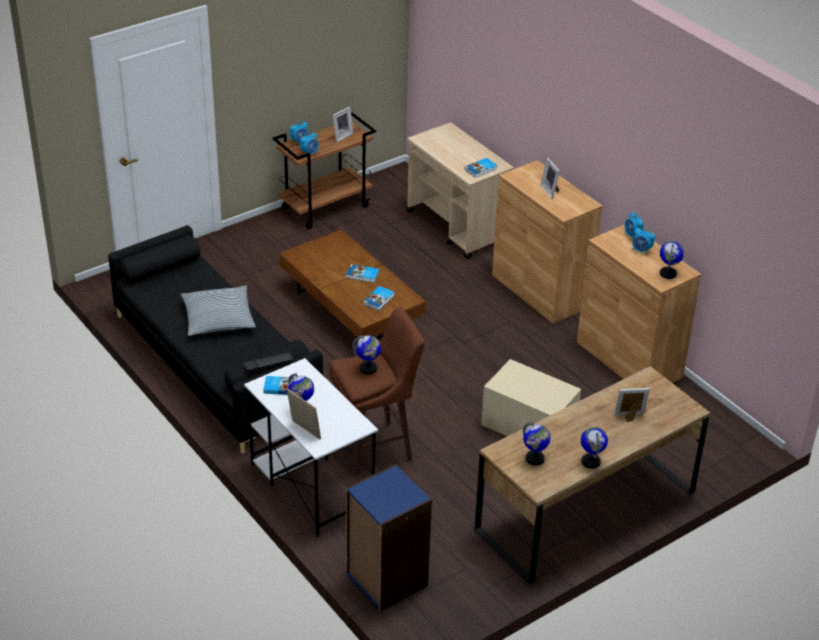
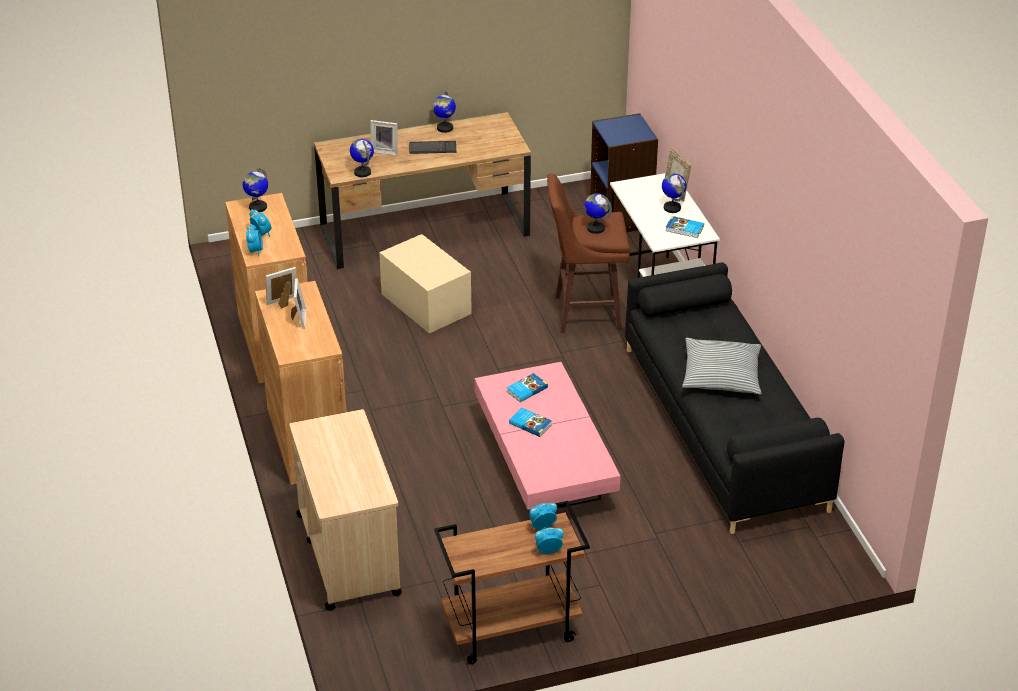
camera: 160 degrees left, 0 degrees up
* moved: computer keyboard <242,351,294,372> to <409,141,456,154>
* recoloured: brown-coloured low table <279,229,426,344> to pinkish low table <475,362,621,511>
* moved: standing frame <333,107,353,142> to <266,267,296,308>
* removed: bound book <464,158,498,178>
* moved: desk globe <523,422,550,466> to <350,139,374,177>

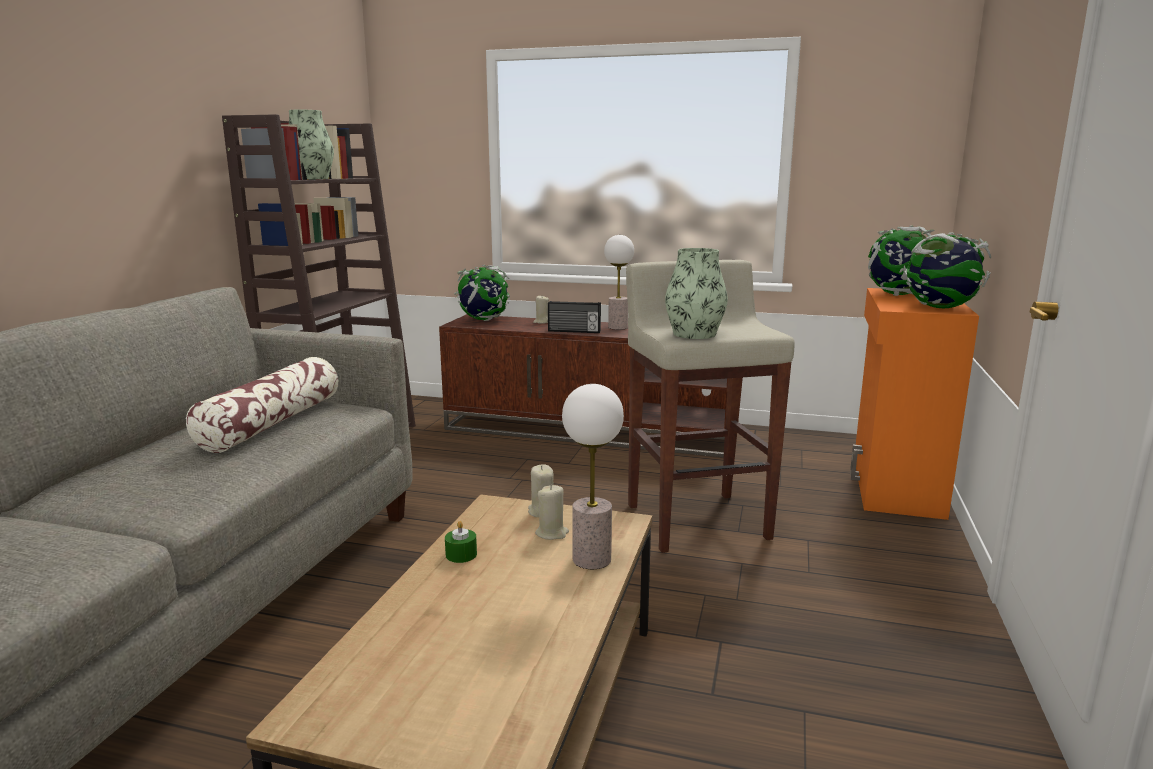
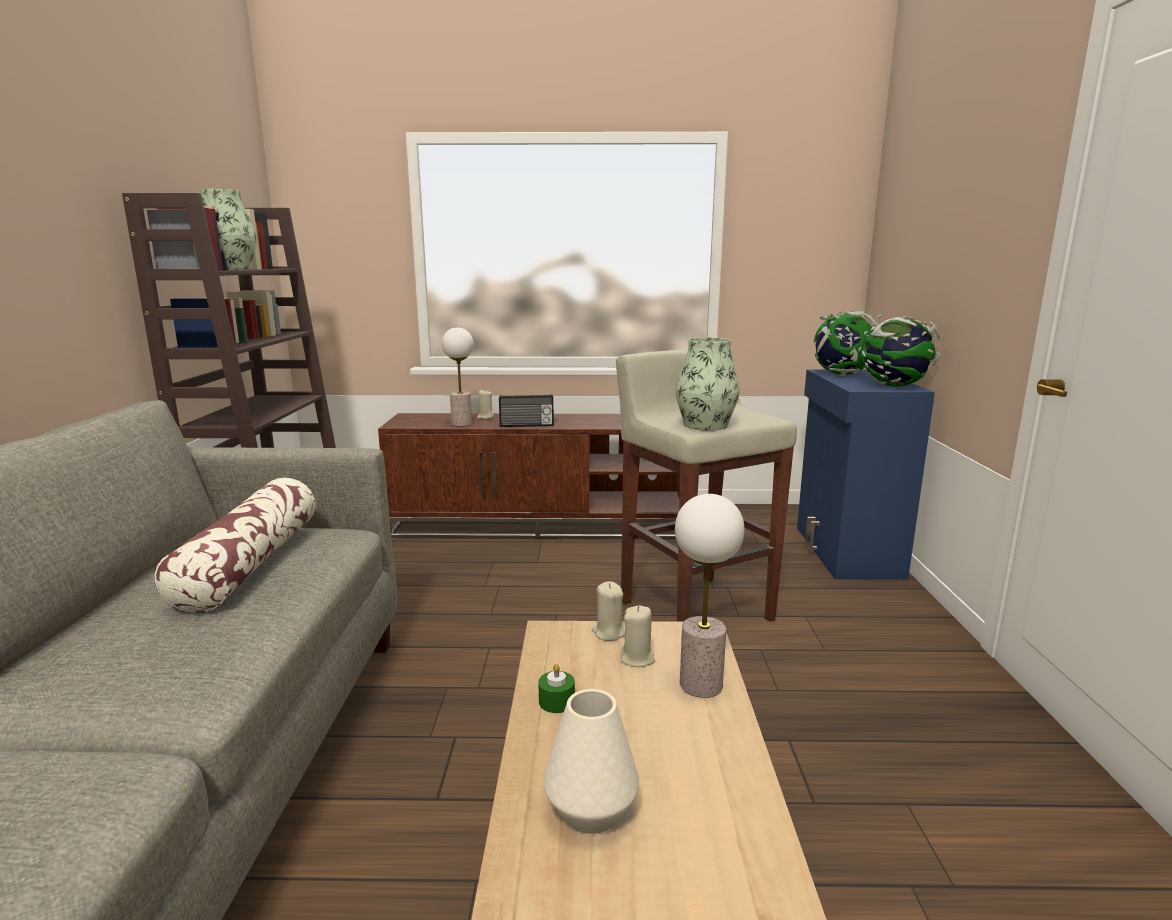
camera: 15 degrees left, 0 degrees up
* removed: desk globe <454,265,510,321>
* moved: lamp for a table <604,235,634,330> to <442,327,474,426>
* recoloured: orangey cabinet <850,288,979,520> to blue-coloured cabinet <797,369,935,580>
* added: whitish flower vase <544,689,639,834>

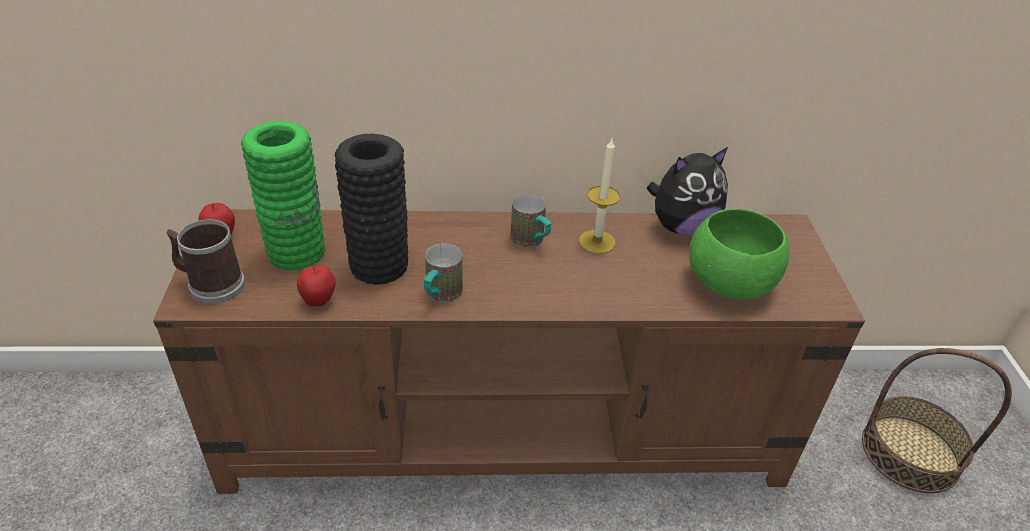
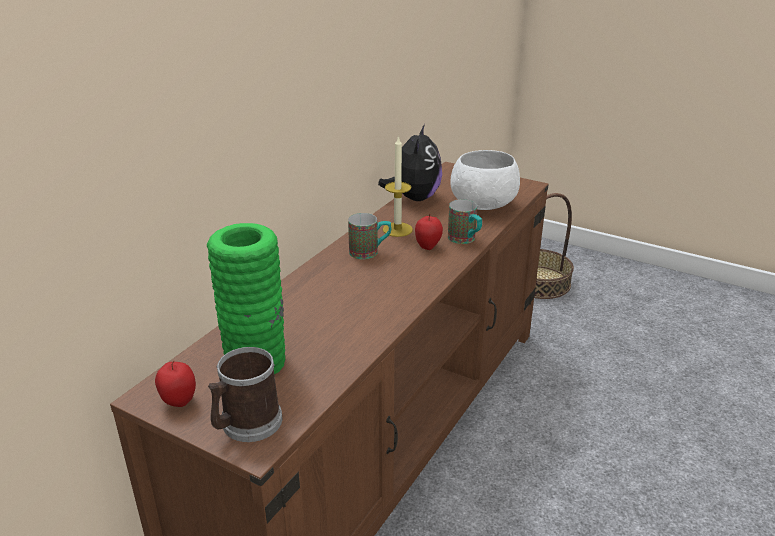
camera: 55 degrees left, 10 degrees down
* moved: apple <297,265,336,307> to <415,215,443,250>
* removed: blackish flower vase <335,134,408,285>
* moved: coffee mug <424,243,463,303> to <448,199,482,244>
* recoloured: green bowl <689,209,789,300> to whitish bowl <450,150,520,210>

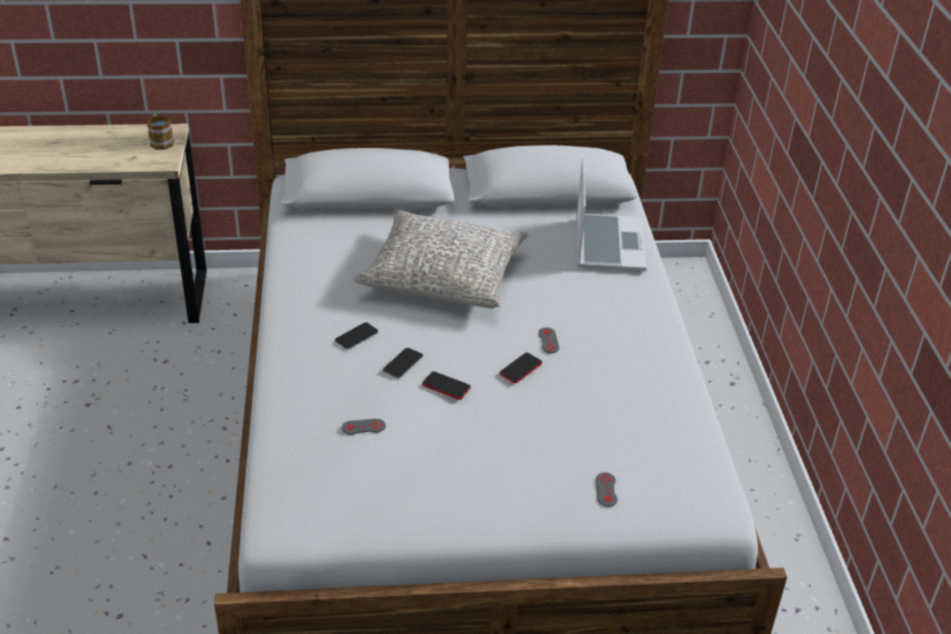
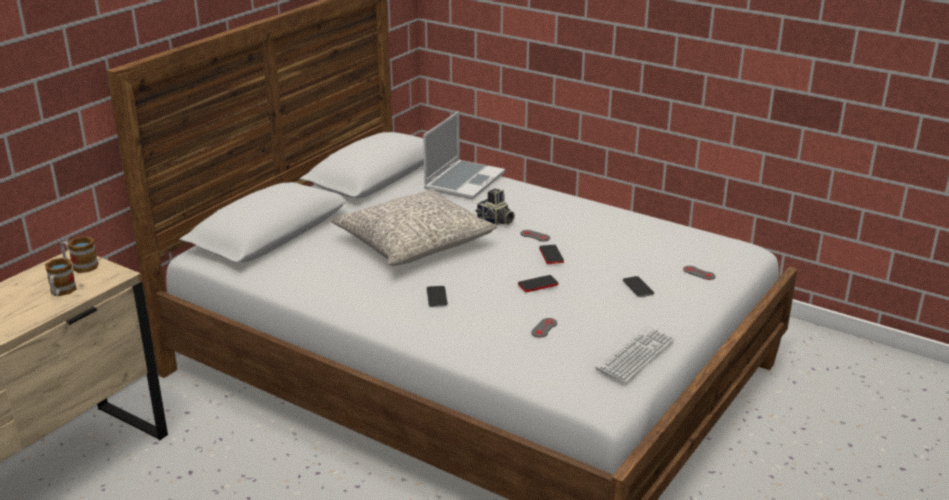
camera: 50 degrees left, 10 degrees down
* moved: handset <383,348,423,378> to <623,276,654,297>
* turned: notebook computer <576,158,647,271> = <423,111,505,199> 75 degrees clockwise
* added: coffee mug <45,258,77,296>
* added: photo camera <475,189,515,225>
* added: computer keyboard <595,325,674,383>

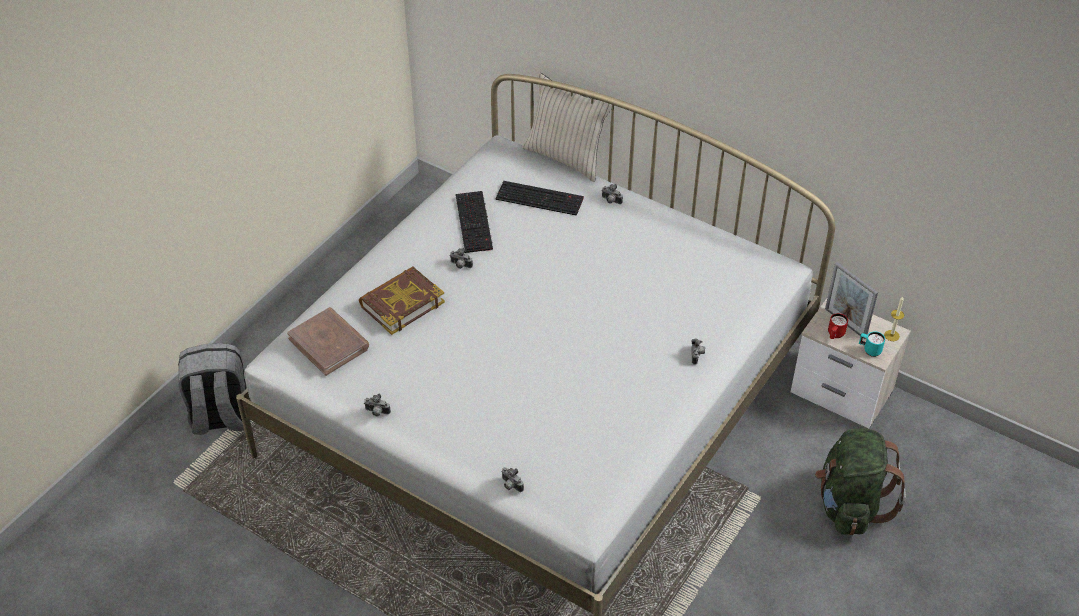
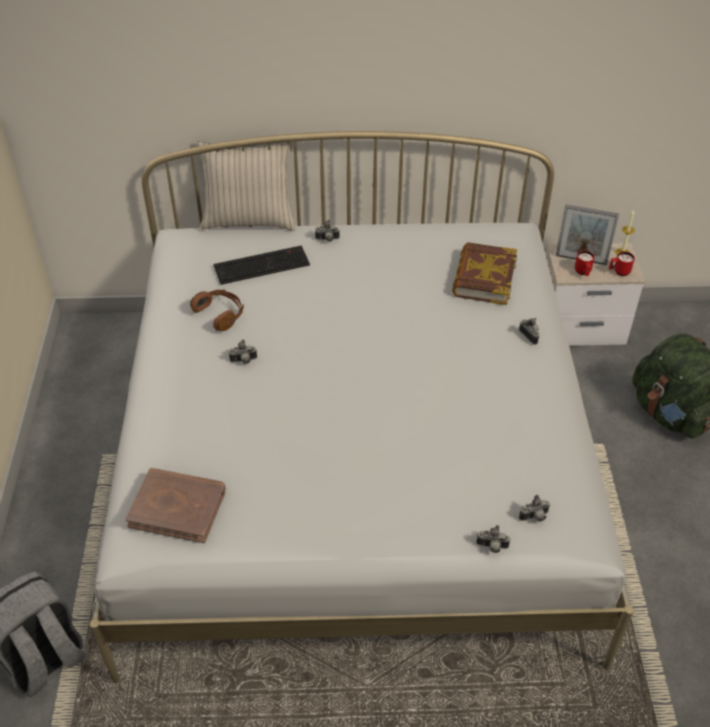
camera: 35 degrees left, 0 degrees up
* moved: bound book <359,267,445,335> to <452,242,517,305>
* moved: photo camera <364,394,391,417> to <519,495,550,522>
* replaced: computer keyboard <455,191,493,253> to brown-coloured headset <190,290,244,331>
* recoloured: turquoise-coloured coffee mug <859,331,885,357> to reddish coffee mug <609,252,635,276>

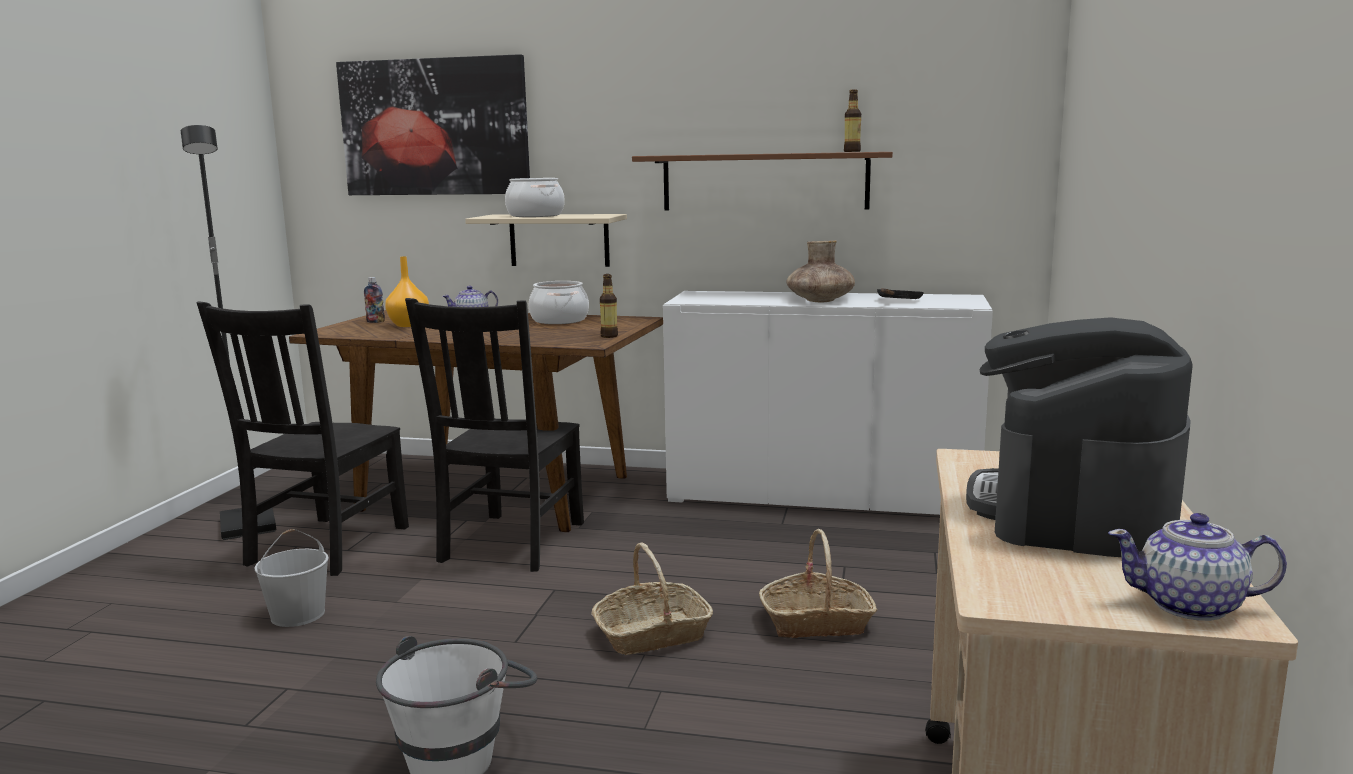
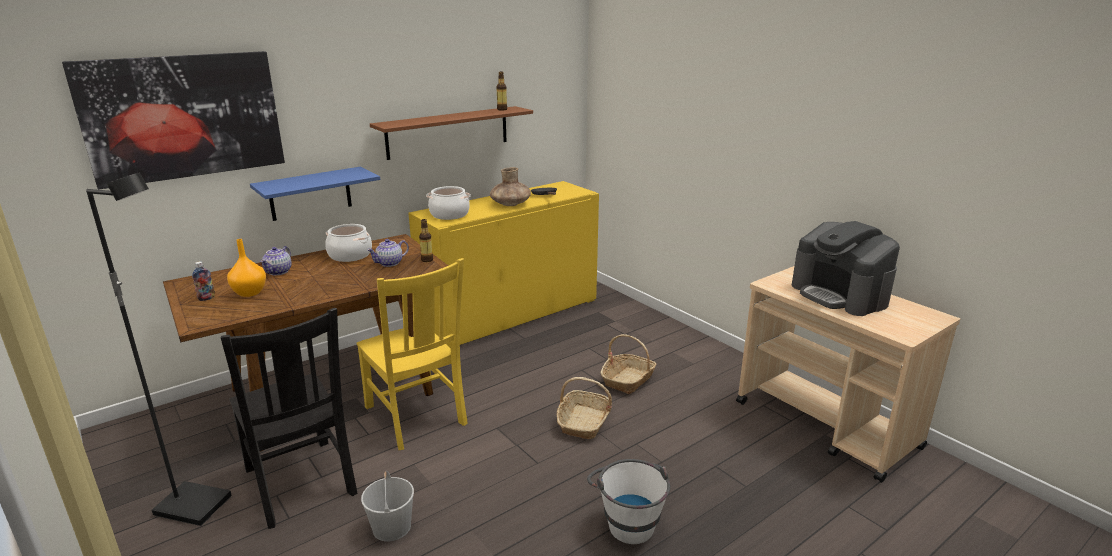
camera: 50 degrees left, 10 degrees up
* recoloured: blackish chair <405,298,584,572> to yellowish chair <356,258,468,450>
* recoloured: sand-coloured bracket shelf <465,214,627,267> to blue-coloured bracket shelf <250,167,380,221>
* moved: saucepot <505,178,565,217> to <426,186,471,220>
* recoloured: whitish cabinet <663,291,993,515> to yellowish cabinet <408,181,599,348>
* moved: teapot <1108,513,1287,621> to <367,239,409,267>

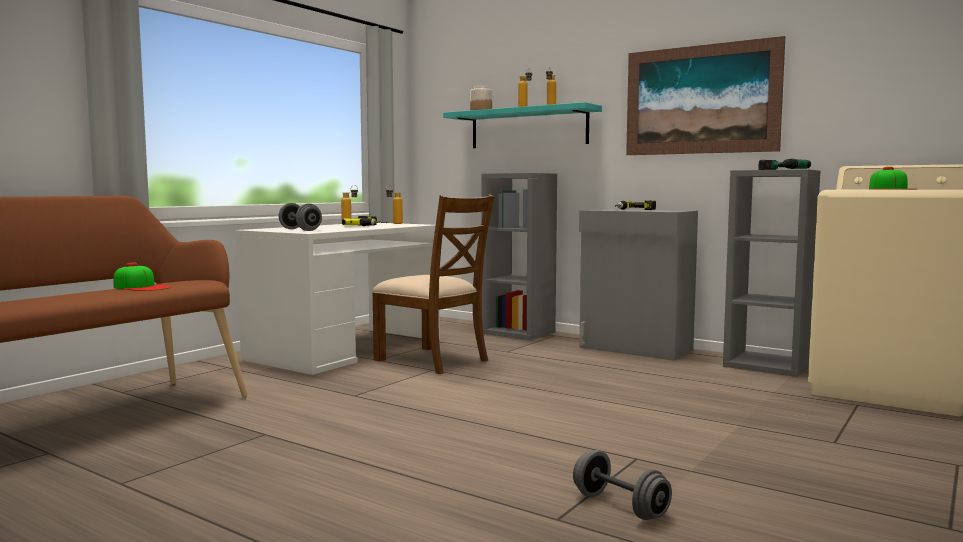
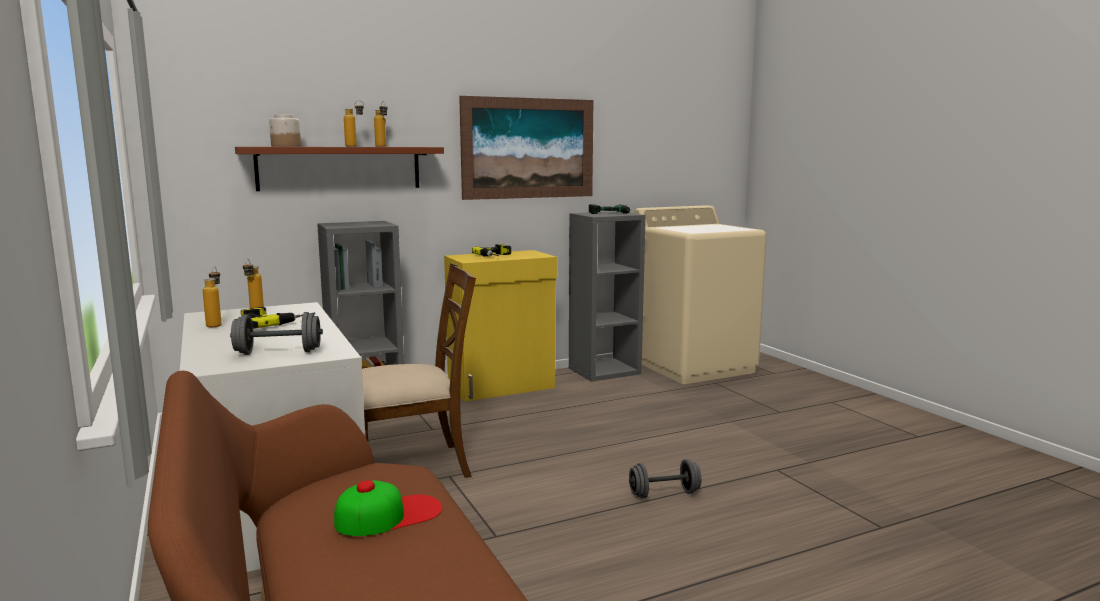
camera: 60 degrees left, 5 degrees up
* recoloured: turquoise-coloured bracket shelf <443,102,602,148> to brown-coloured bracket shelf <235,147,444,191>
* moved: grey hand weight <573,450,672,520> to <629,459,701,498>
* recoloured: grey cabinet <579,209,698,361> to yellowish cabinet <444,250,557,402>
* removed: cap <869,167,916,190>

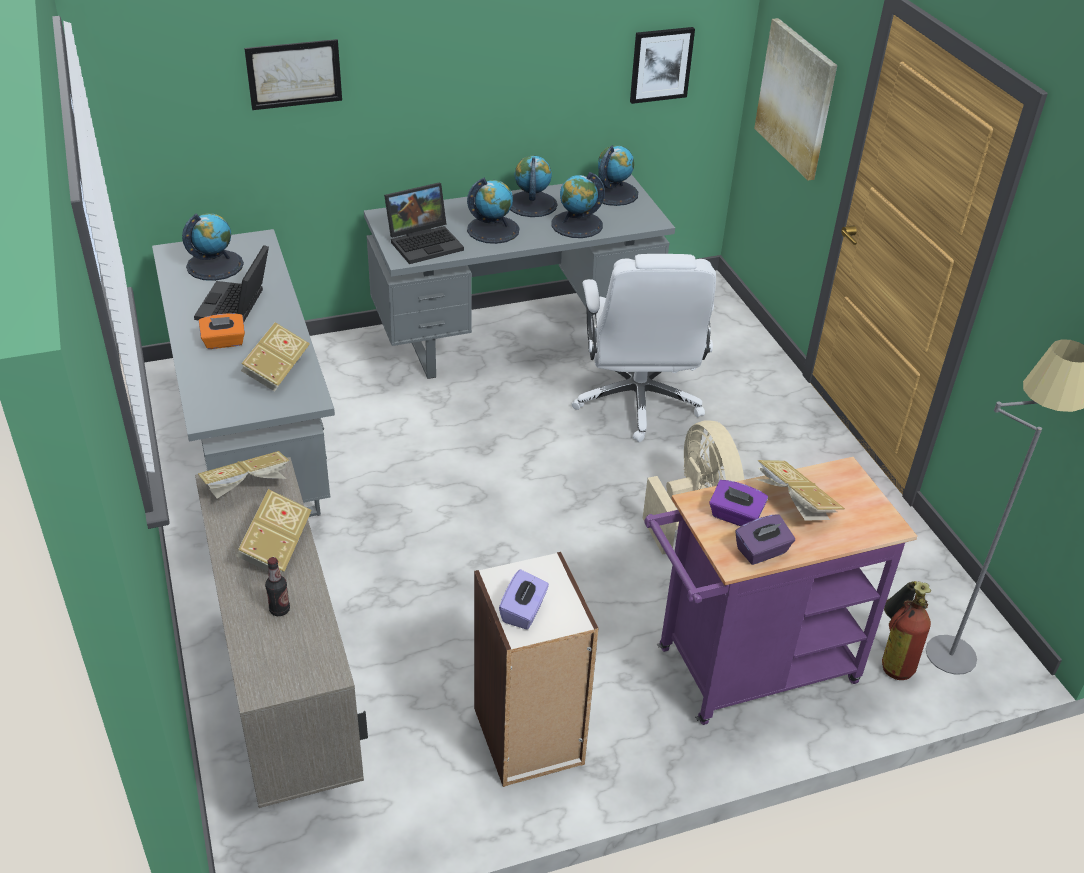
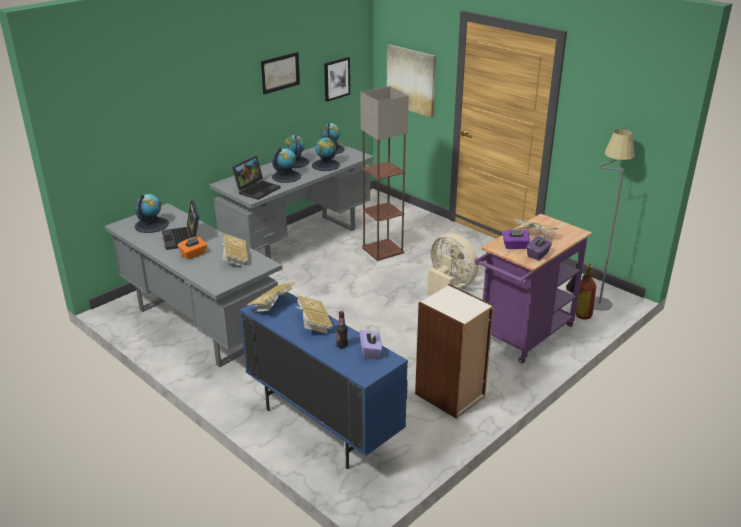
camera: 25 degrees left, 10 degrees down
* recoloured: sand-coloured cabinet <195,457,368,808> to blue-coloured cabinet <240,292,408,469>
* moved: picture <244,39,342,110> to <261,52,300,94>
* moved: purple tissue box <499,569,549,630> to <360,329,382,359>
* replaced: whitish computer chair <572,254,716,442> to floor lamp <360,86,409,261>

